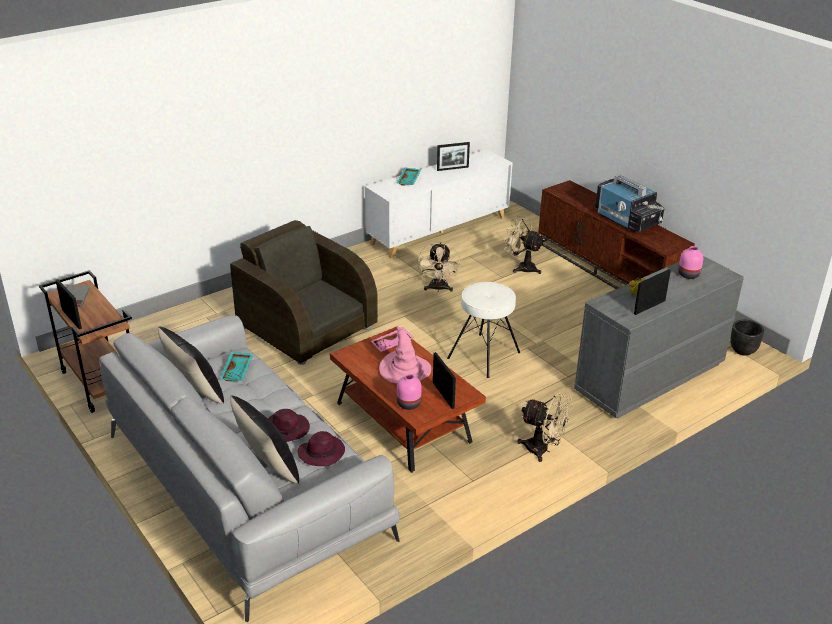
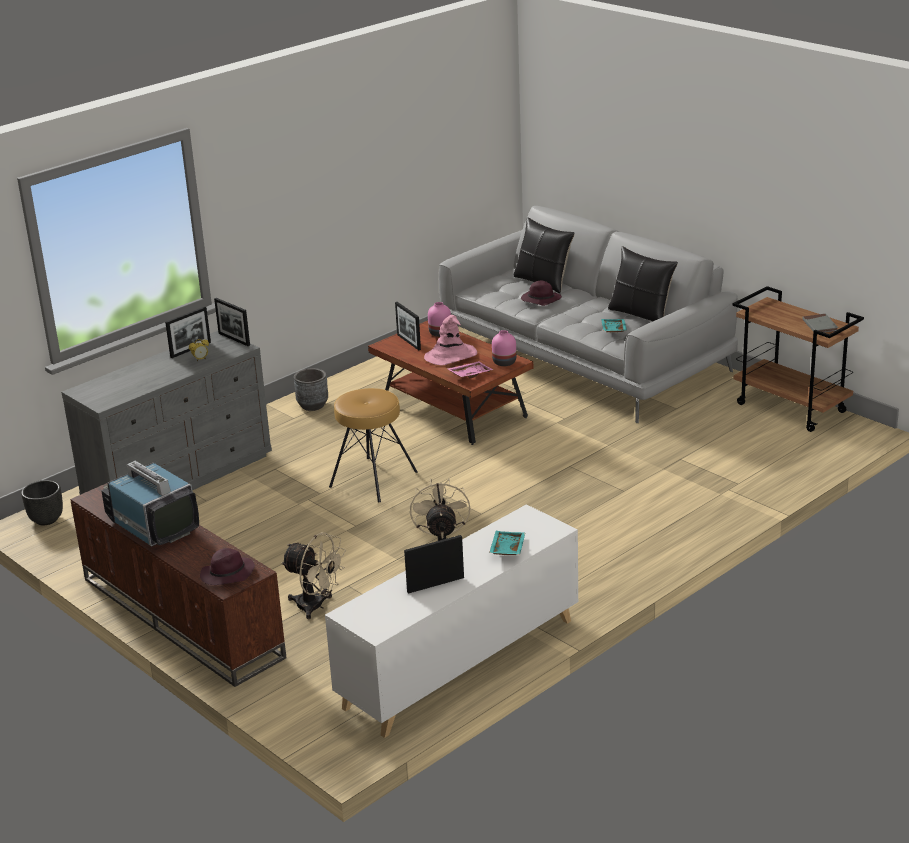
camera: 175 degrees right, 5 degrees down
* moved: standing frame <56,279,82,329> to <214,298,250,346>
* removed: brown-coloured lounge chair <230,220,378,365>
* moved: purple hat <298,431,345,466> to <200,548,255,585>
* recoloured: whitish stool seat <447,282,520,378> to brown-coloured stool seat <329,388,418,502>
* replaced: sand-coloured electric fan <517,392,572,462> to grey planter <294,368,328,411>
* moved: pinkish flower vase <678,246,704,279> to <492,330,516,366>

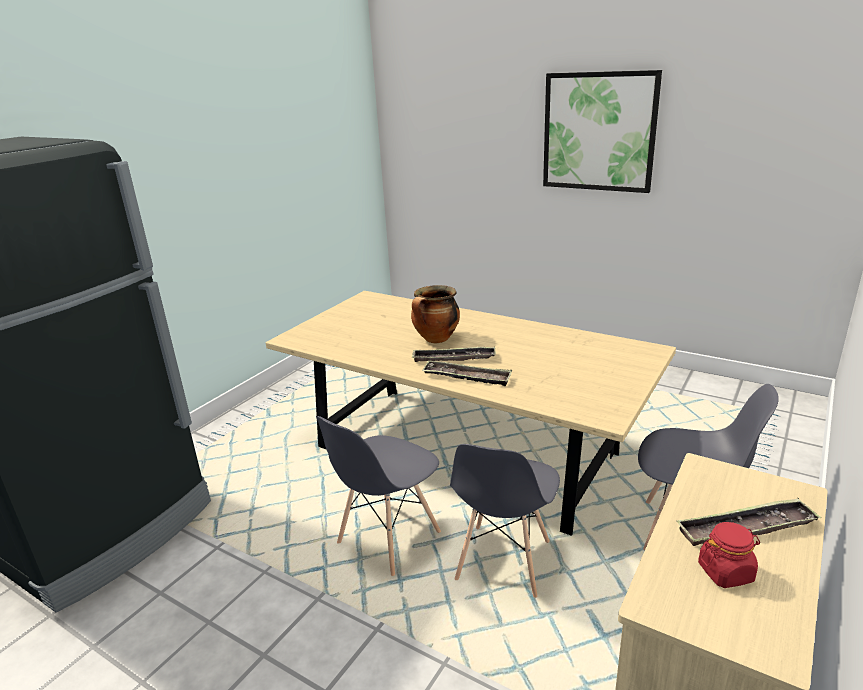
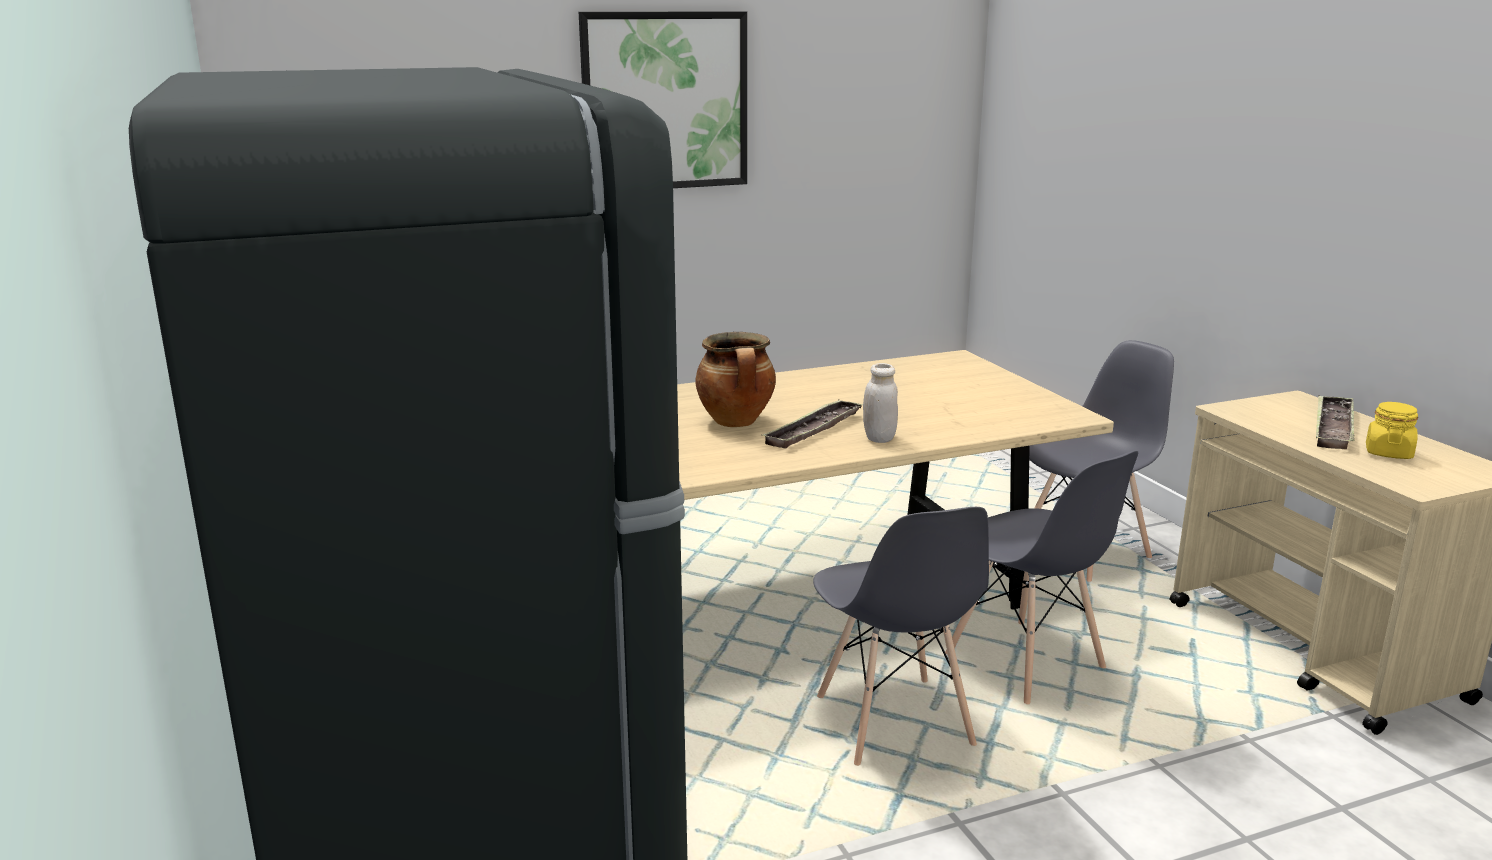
camera: 55 degrees left, 5 degrees down
* replaced: carrying tray <422,360,512,386> to whitish jar <863,363,898,443>
* recoloured: reddish jar <698,522,760,588> to yellowish jar <1366,402,1418,459>

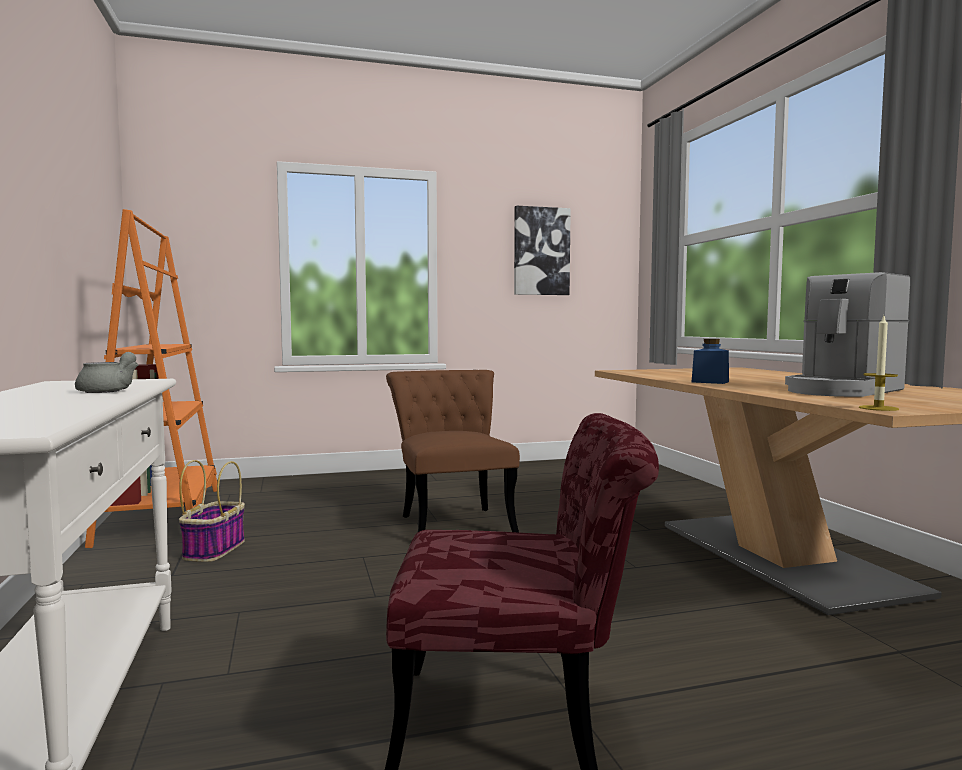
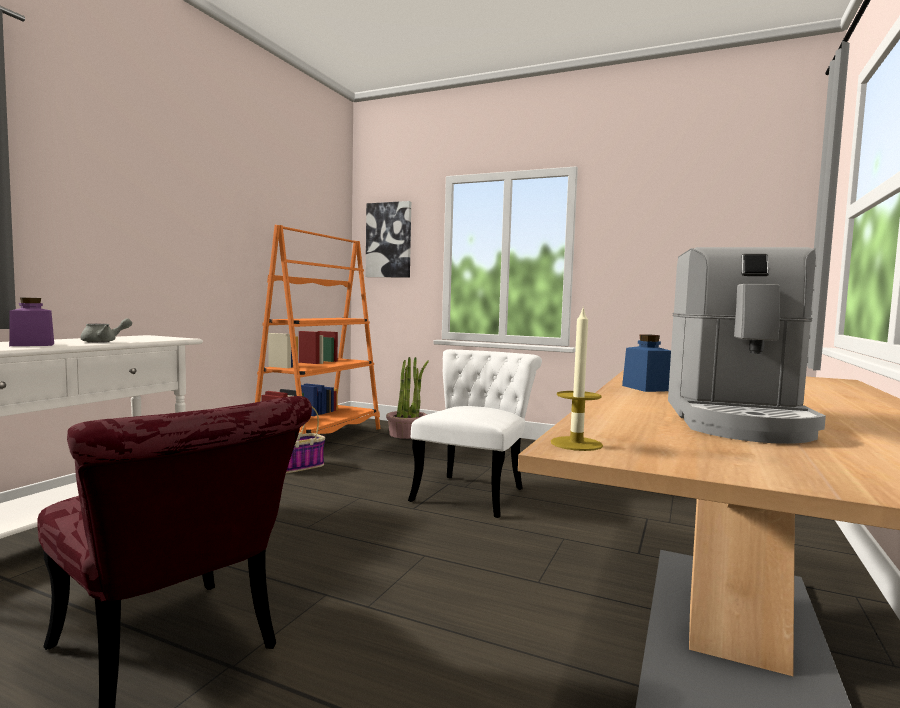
camera: 40 degrees right, 0 degrees up
* recoloured: brown-coloured chair <386,370,520,533> to whitish chair <408,349,542,518>
* moved: picture <514,206,571,295> to <365,201,411,277>
* turned: coffee maker <785,272,910,397> = <668,247,826,444> 75 degrees counterclockwise
* added: purple jar <9,298,54,346>
* added: houseplant <386,357,429,439>

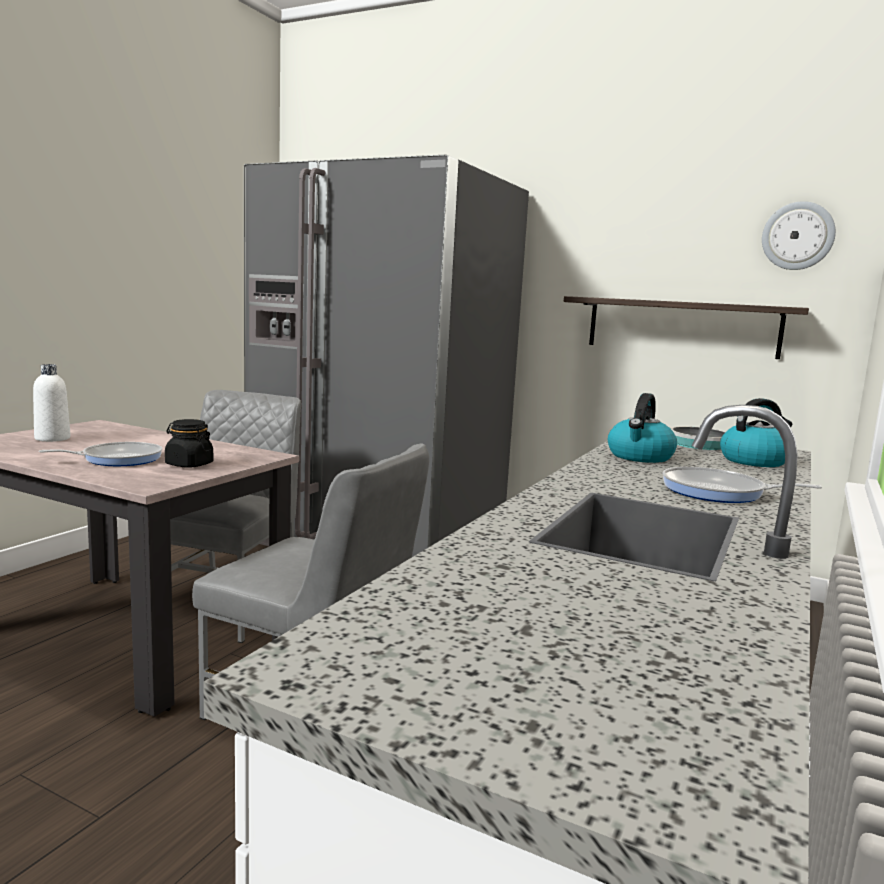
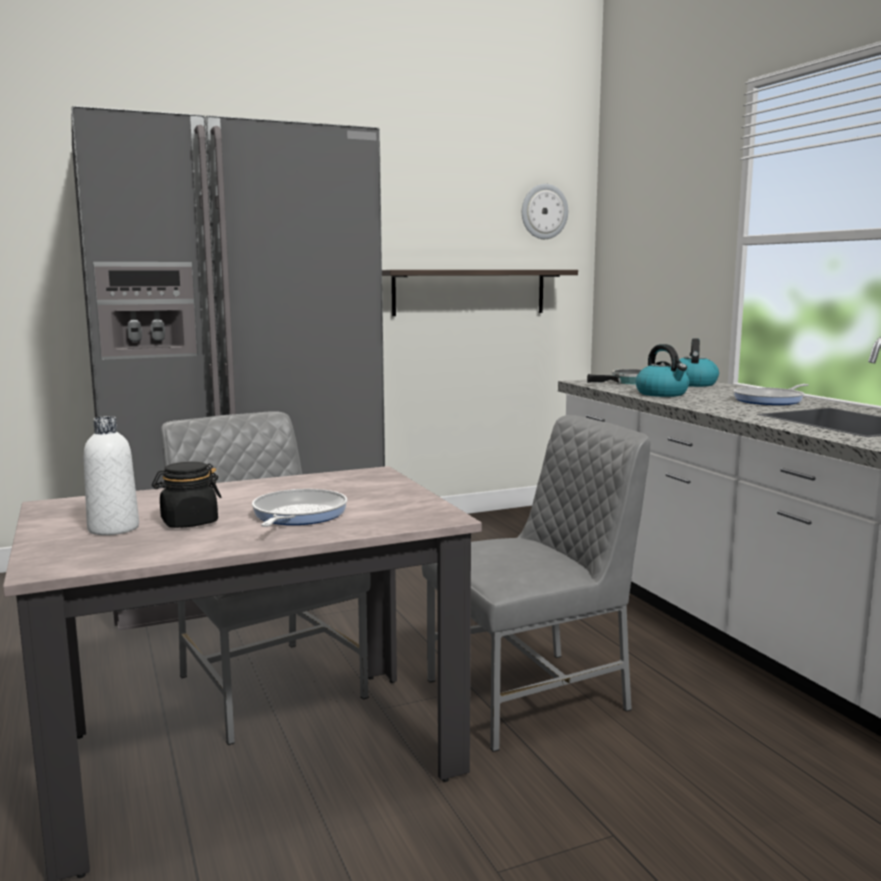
camera: 50 degrees left, 0 degrees up
* moved: blackish jar <165,419,213,468> to <152,462,221,528>

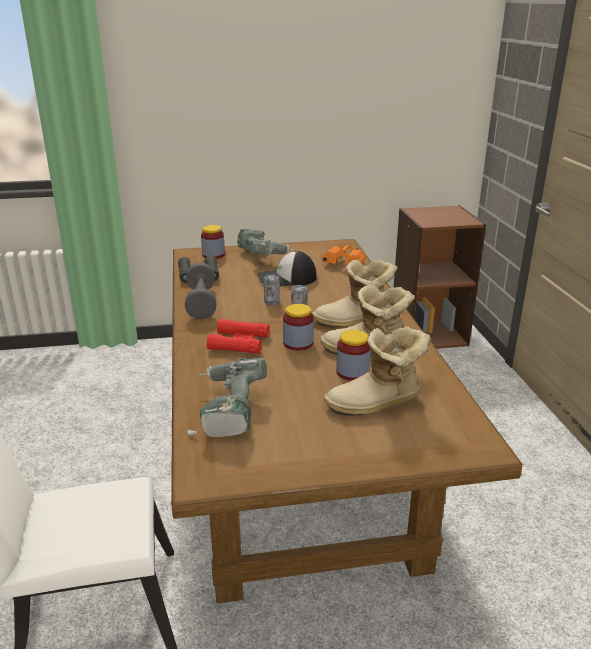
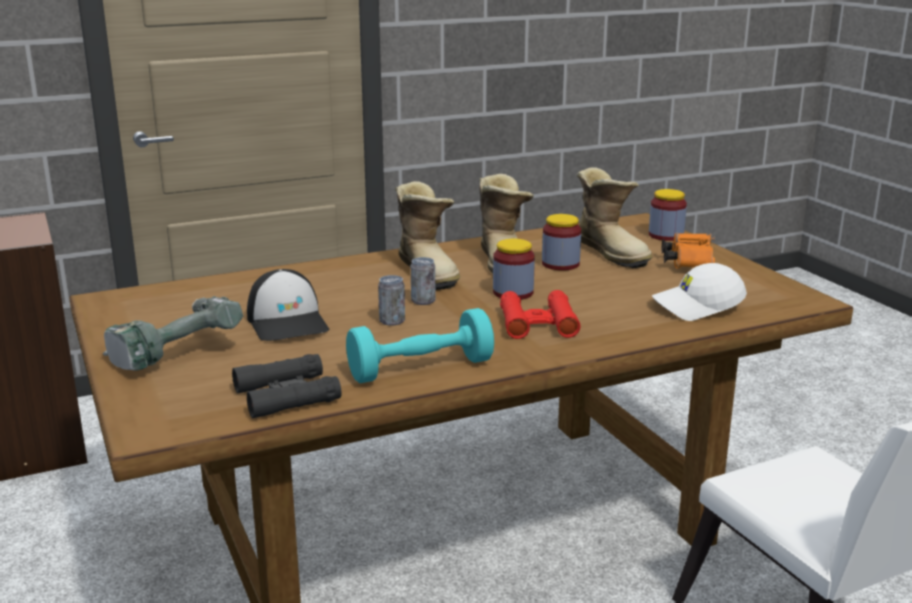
camera: 105 degrees left, 5 degrees down
* recoloured: grey hand weight <185,262,216,319> to turquoise-coloured hand weight <346,308,494,383>
* replaced: drill <187,358,267,437> to whitish cap <652,263,747,321>
* moved: jar <201,225,225,259> to <649,189,687,241>
* moved: orangey pair of binoculars <321,243,366,265> to <662,232,715,269>

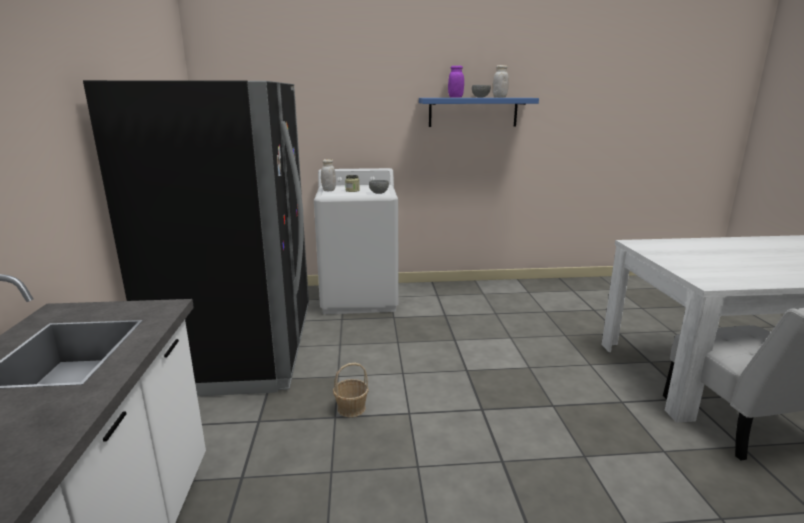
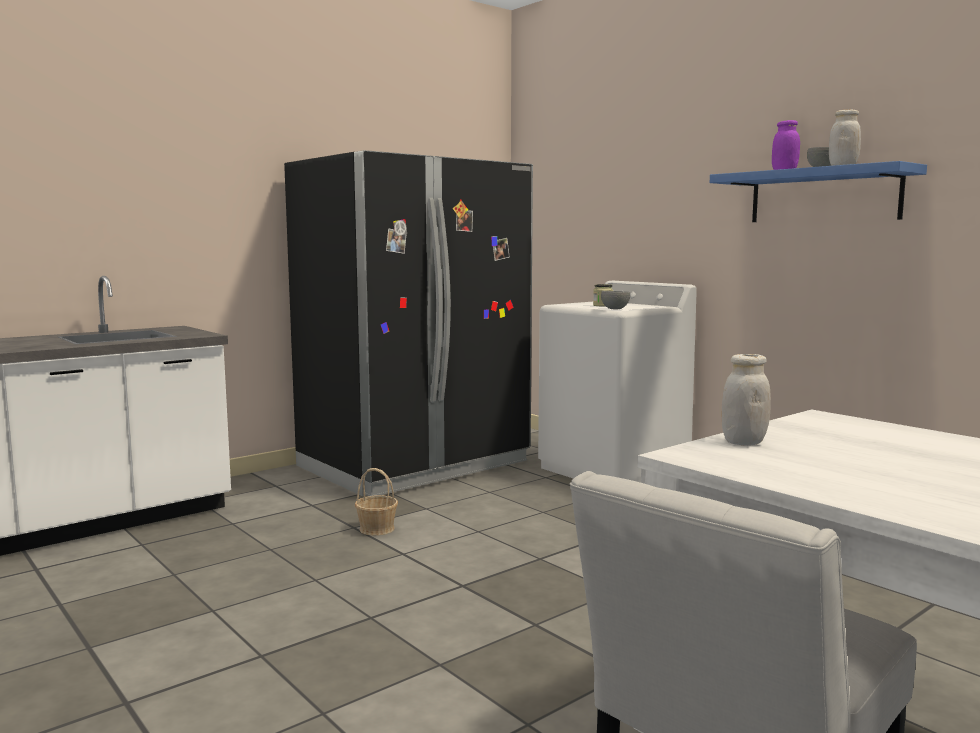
camera: 55 degrees right, 10 degrees down
* moved: whitish jar <321,159,336,191> to <722,354,771,446>

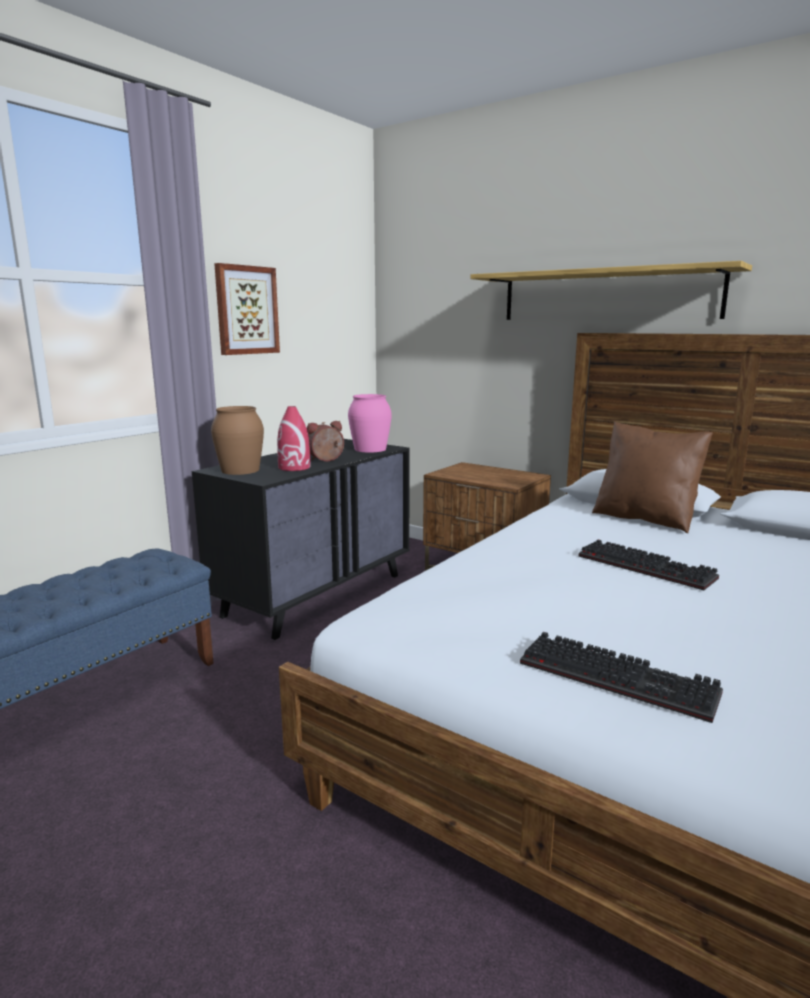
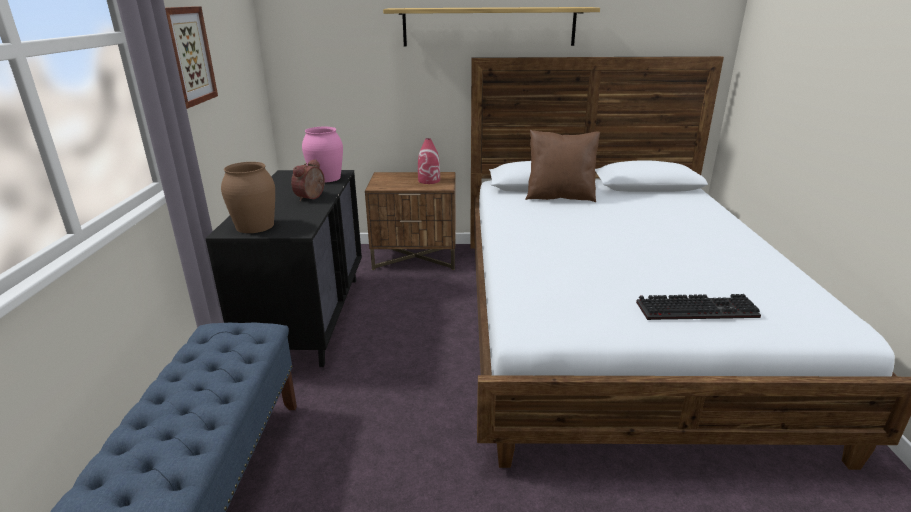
camera: 35 degrees left, 10 degrees up
* moved: reddish flower vase <277,406,310,471> to <418,138,440,184>
* removed: computer keyboard <579,539,719,591>

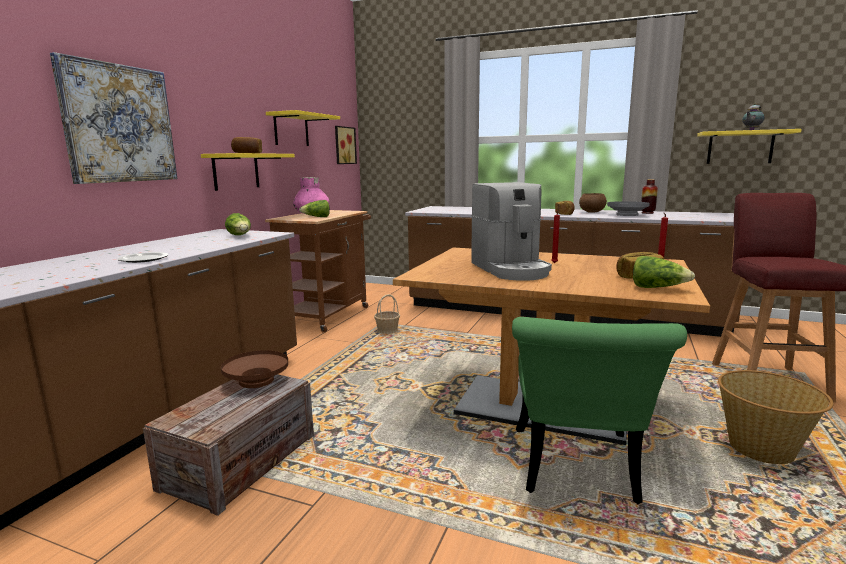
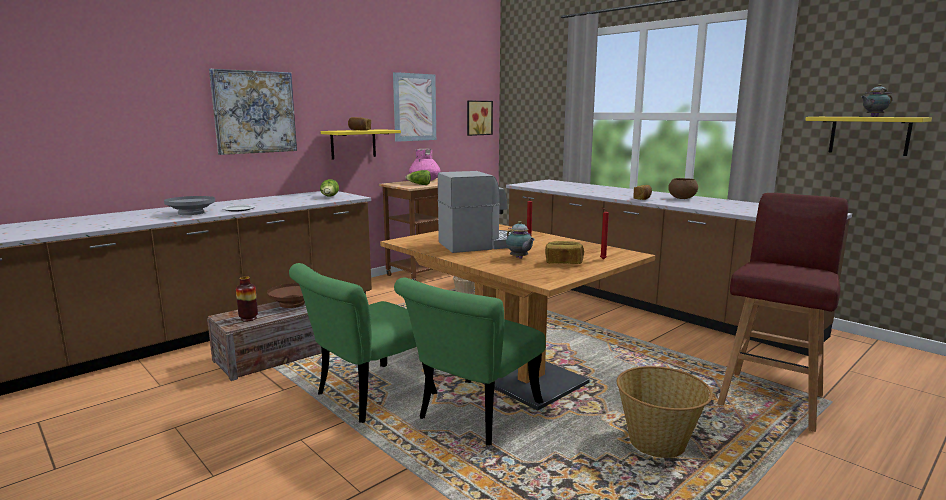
camera: 25 degrees right, 0 degrees up
* replaced: yellowish bracket shelf <266,110,340,146> to picture <393,72,436,142>
* turned: coffee maker <471,182,552,281> = <438,171,511,253> 120 degrees counterclockwise
* moved: grey bowl <607,201,650,216> to <164,196,215,215>
* removed: lettuce <633,256,695,288>
* moved: flower vase <641,180,658,214> to <236,276,258,322>
* added: green chair <289,263,437,423>
* added: teapot <506,221,535,259>

